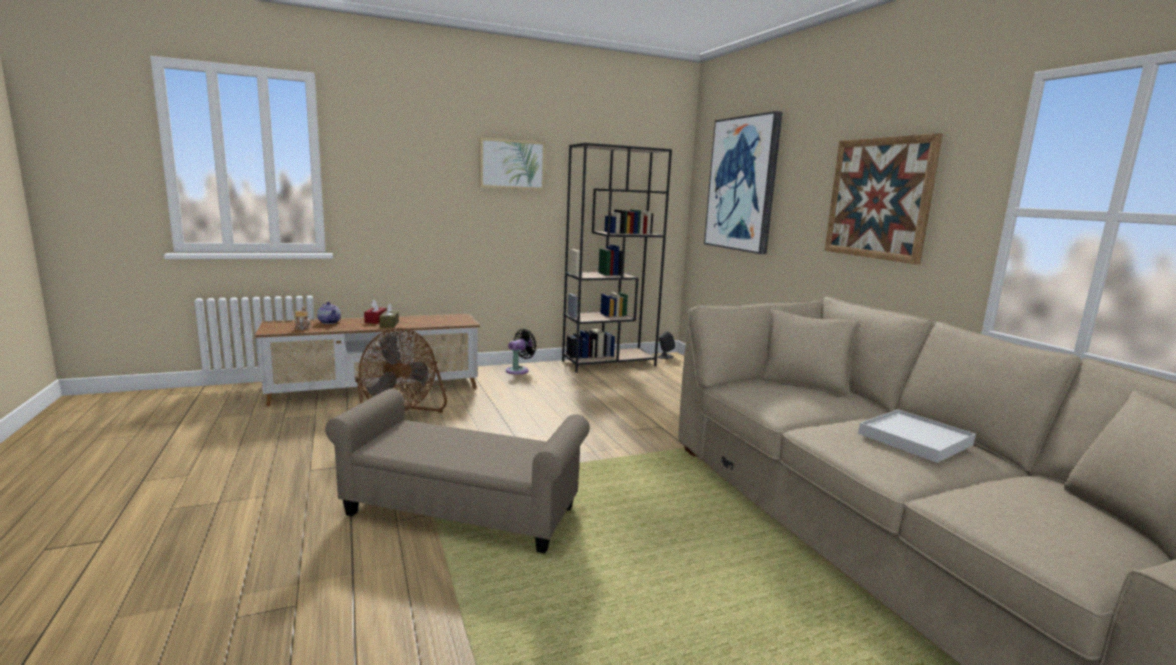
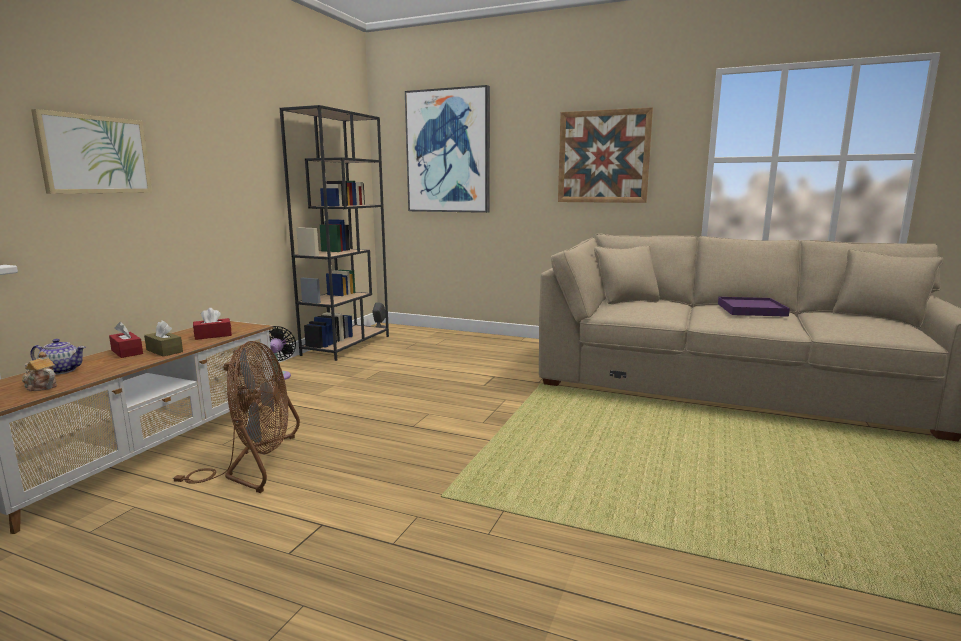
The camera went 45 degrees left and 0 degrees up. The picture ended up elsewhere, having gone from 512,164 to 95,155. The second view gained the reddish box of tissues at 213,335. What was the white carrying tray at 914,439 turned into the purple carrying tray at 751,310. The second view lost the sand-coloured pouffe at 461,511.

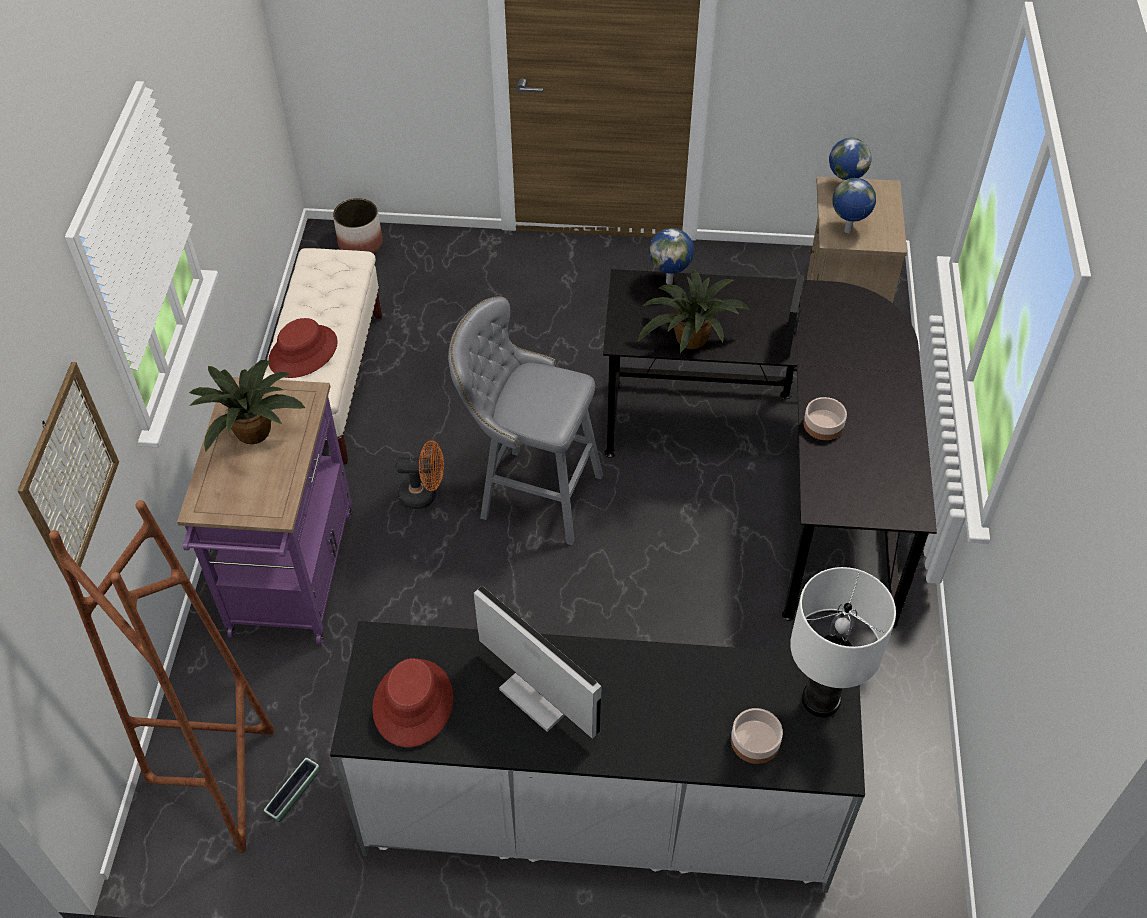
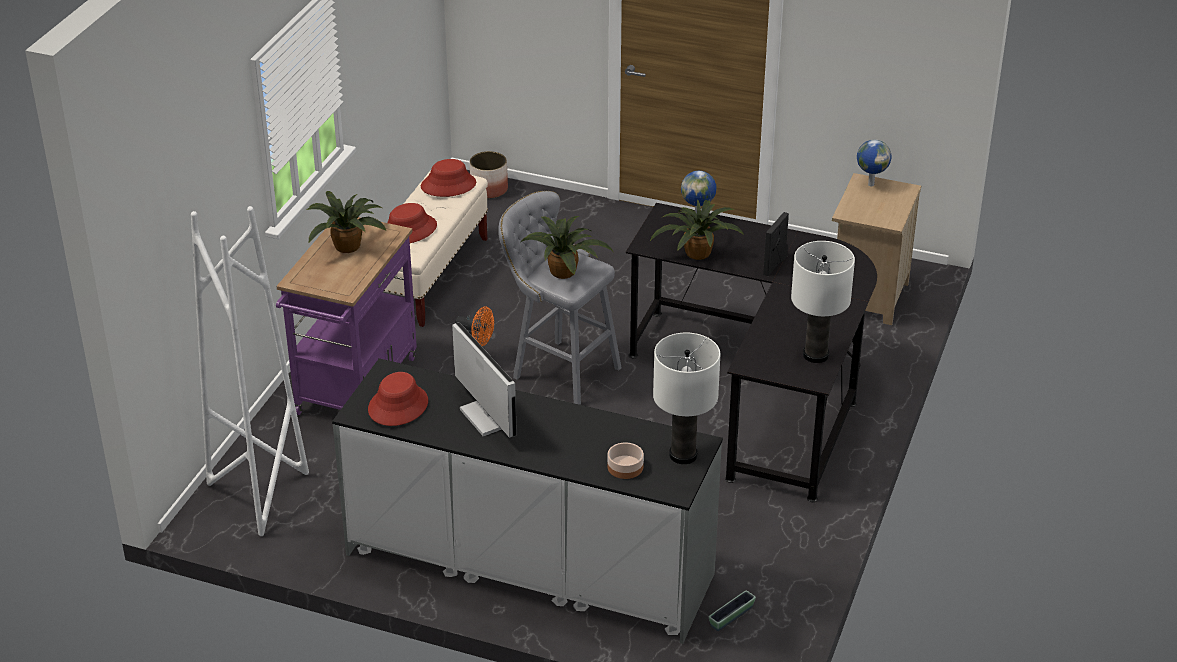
The camera went 15 degrees right and 15 degrees down. What was the brownish clothes rack at 221,786 turned into the white clothes rack at 259,497. The second view gained the reddish wearable hat at 448,185. The second view gained the houseplant at 565,271. The plant pot ended up elsewhere, having gone from 294,794 to 731,616. The second view gained the white lamp for a table at 815,355. The second view lost the picture at 68,473. The second view lost the bowl at 824,425. The second view lost the desk globe at 847,231.

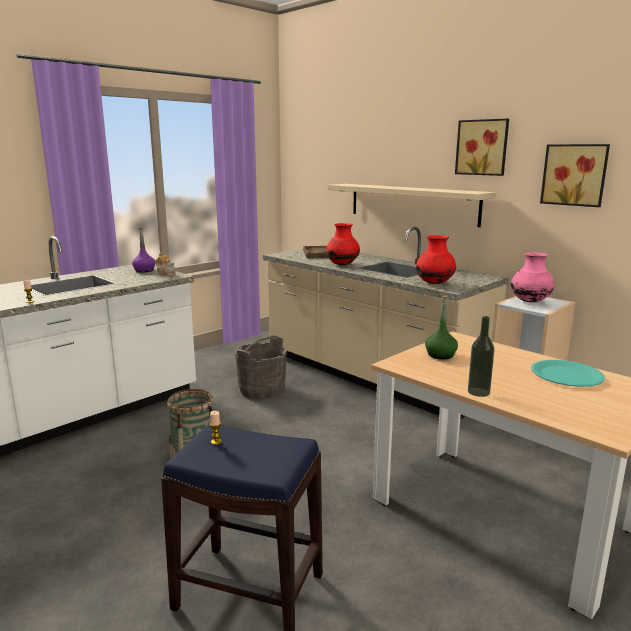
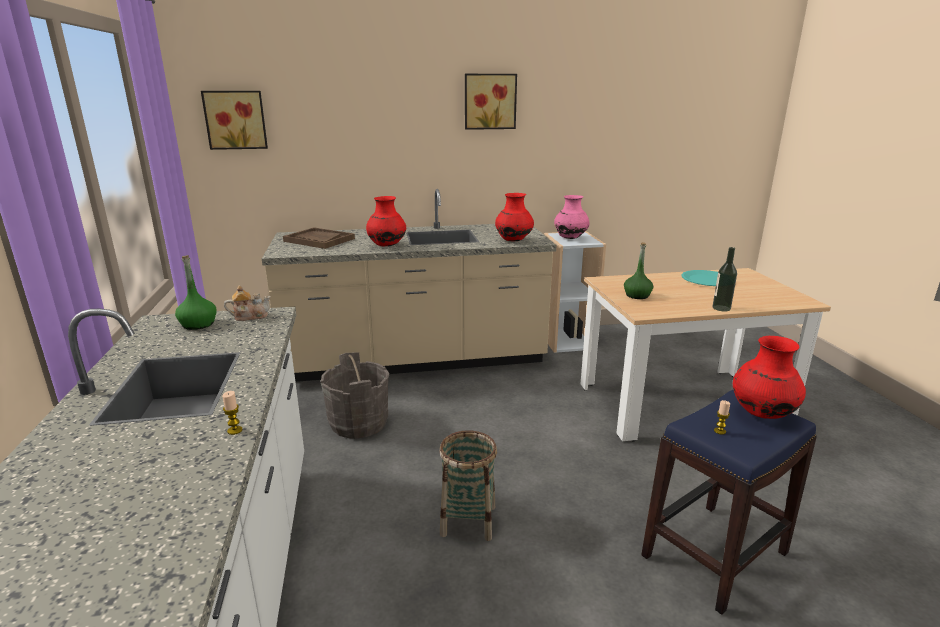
The camera went 55 degrees left and 5 degrees up. What was the purple drink bottle at 144,270 turned into the greenish drink bottle at 198,324. The picture ended up elsewhere, having gone from 575,175 to 236,120. The second view gained the reddish decorative vase at 762,413. The second view lost the sand-coloured bracket shelf at 412,203.

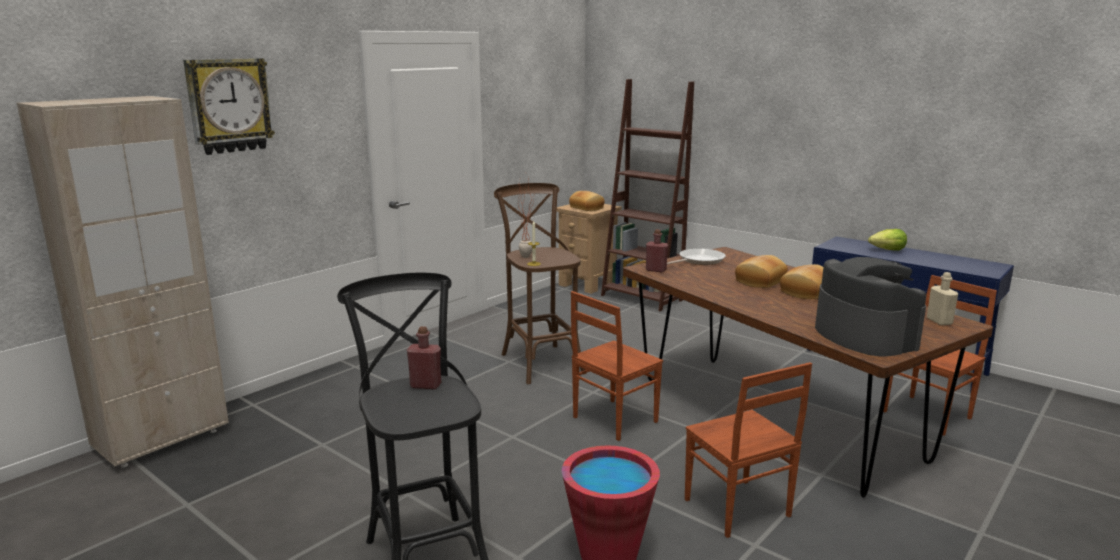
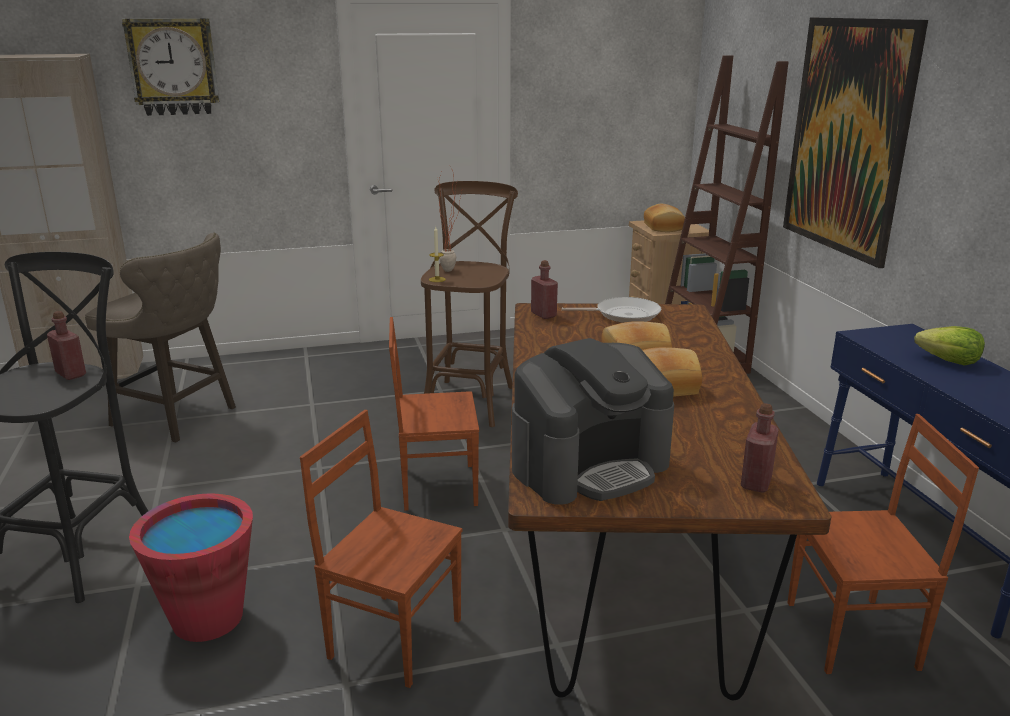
The camera went 35 degrees right and 5 degrees up. The second view gained the sand-coloured stool at 178,417. The brownish plain chair at 737,509 ended up facing another way, 105 degrees clockwise from before. The coffee brewer at 863,336 ended up facing another way, 45 degrees clockwise from before. What was the sand-coloured drink bottle at 939,321 turned into the reddish drink bottle at 756,482. The second view gained the picture at 848,137.

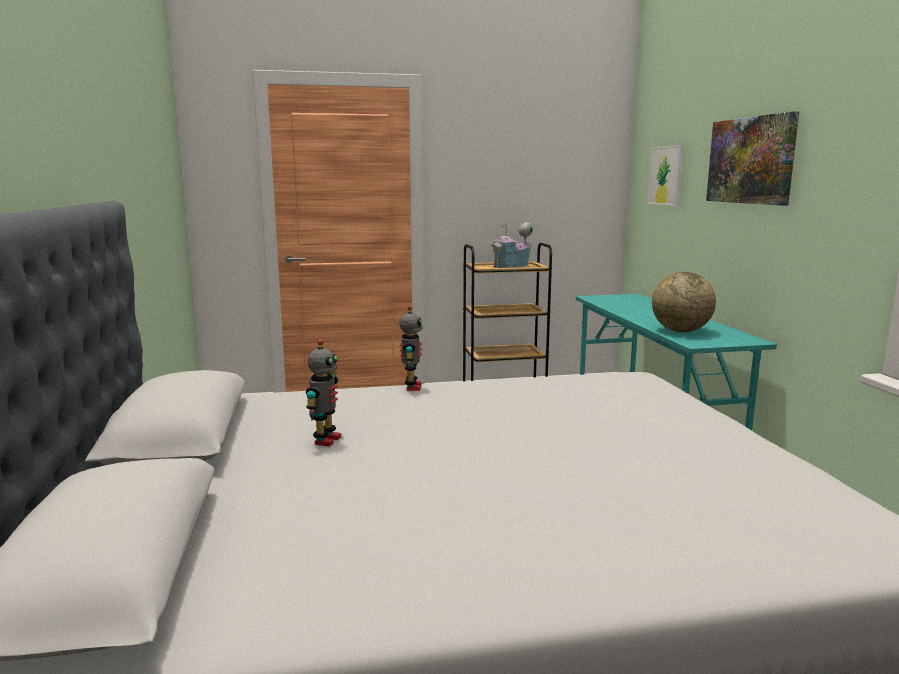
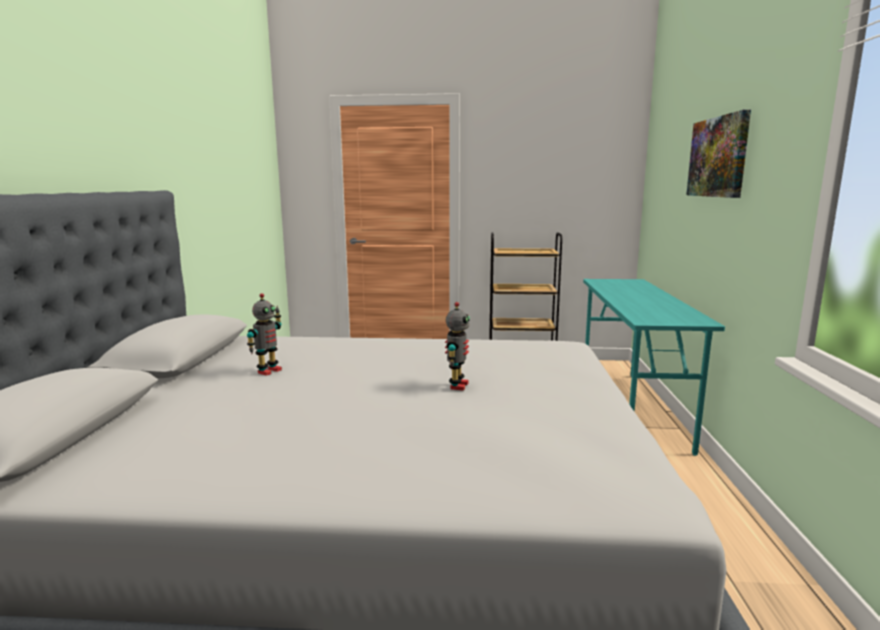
The camera went 15 degrees right and 0 degrees up. The model robot ended up elsewhere, having gone from 411,387 to 457,386. The second view lost the model house at 512,266. The second view lost the picture at 666,175. The second view lost the desk globe at 680,331.

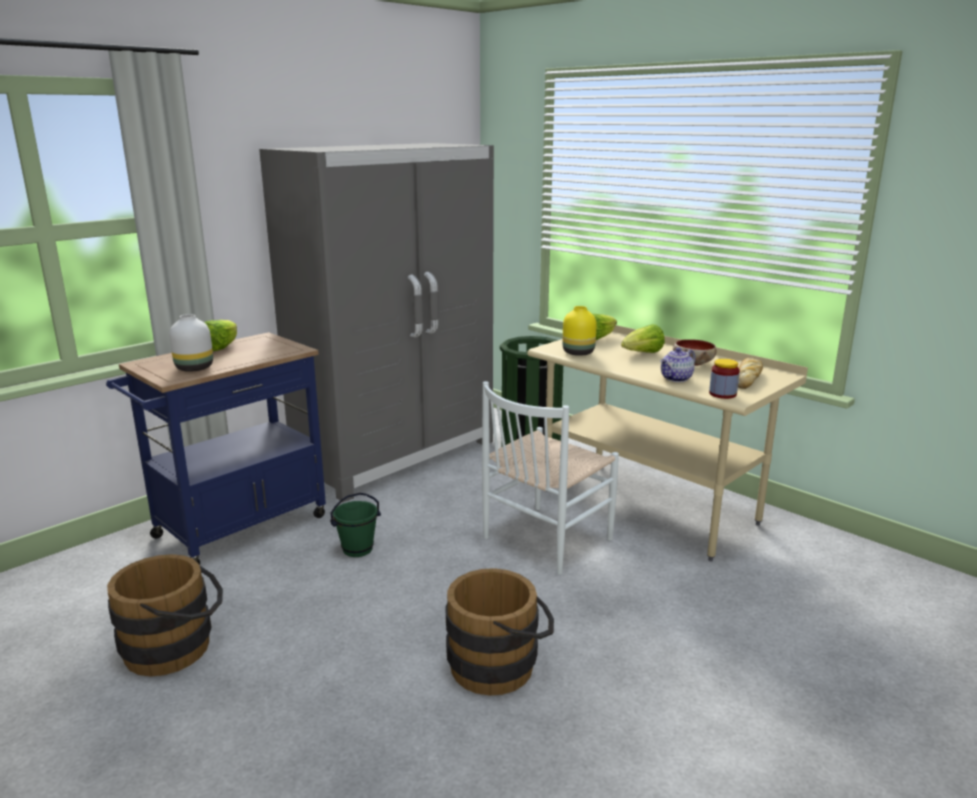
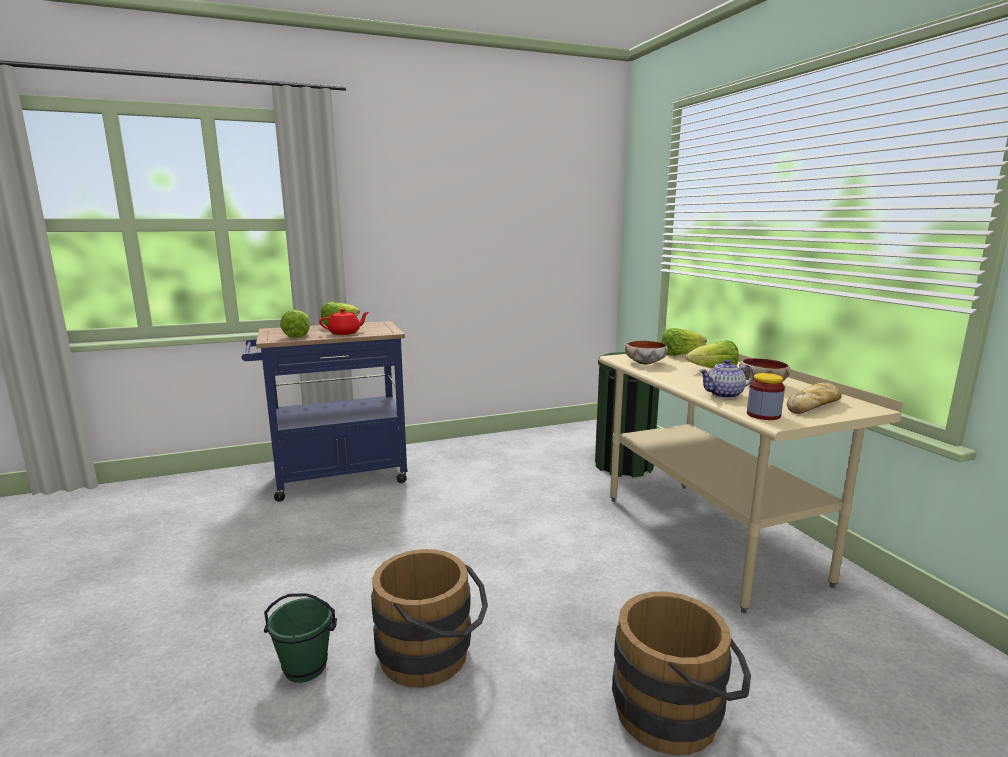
The camera went 25 degrees right and 5 degrees down. The greenish bucket ended up elsewhere, having gone from 357,549 to 305,667. Where the white decorative vase stood at 194,368, the lettuce head came to stand at 298,335. The second view gained the reddish teapot at 345,333. The brownish bucket ended up elsewhere, having gone from 176,647 to 676,713. Where the yellow-coloured decorative vase stood at 578,352, the bowl came to stand at 646,363. The second view lost the greyish cabinet at 399,456. The second view lost the white plain chair at 543,541.

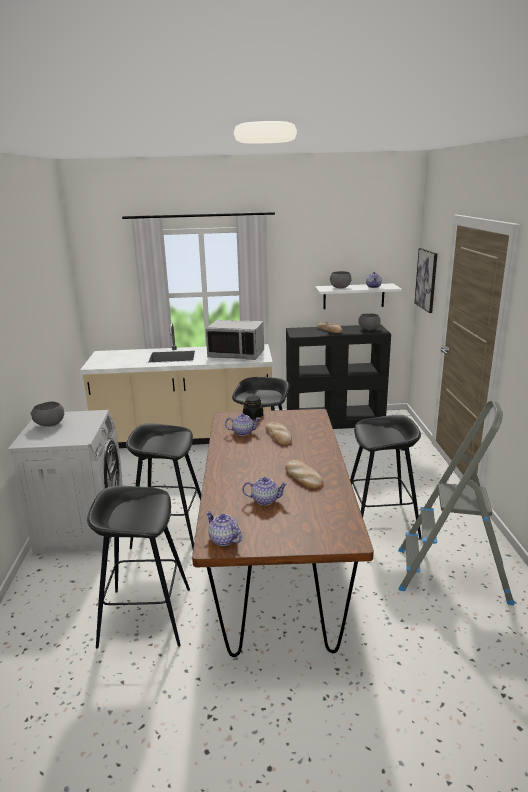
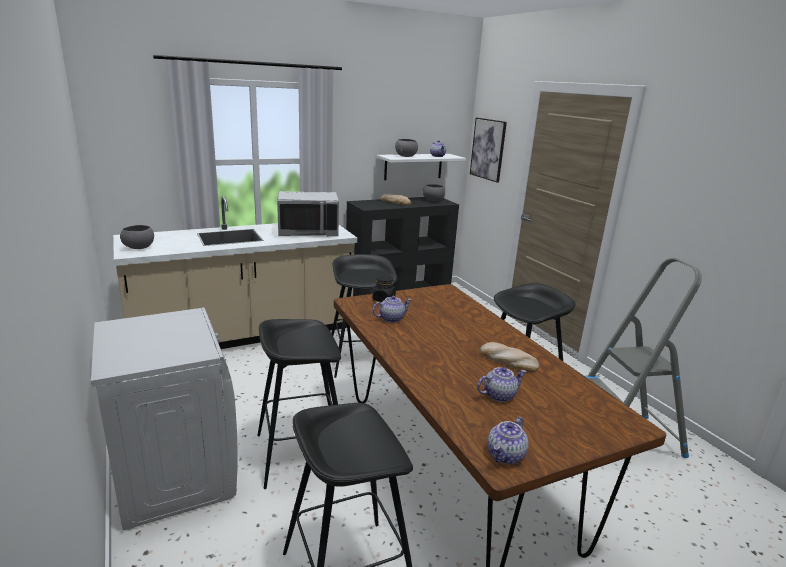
The camera went 25 degrees left and 0 degrees up. The greyish bowl ended up elsewhere, having gone from 49,425 to 138,248. The teapot at 223,540 ended up facing another way, 75 degrees counterclockwise from before. The second view lost the bread at 279,435.

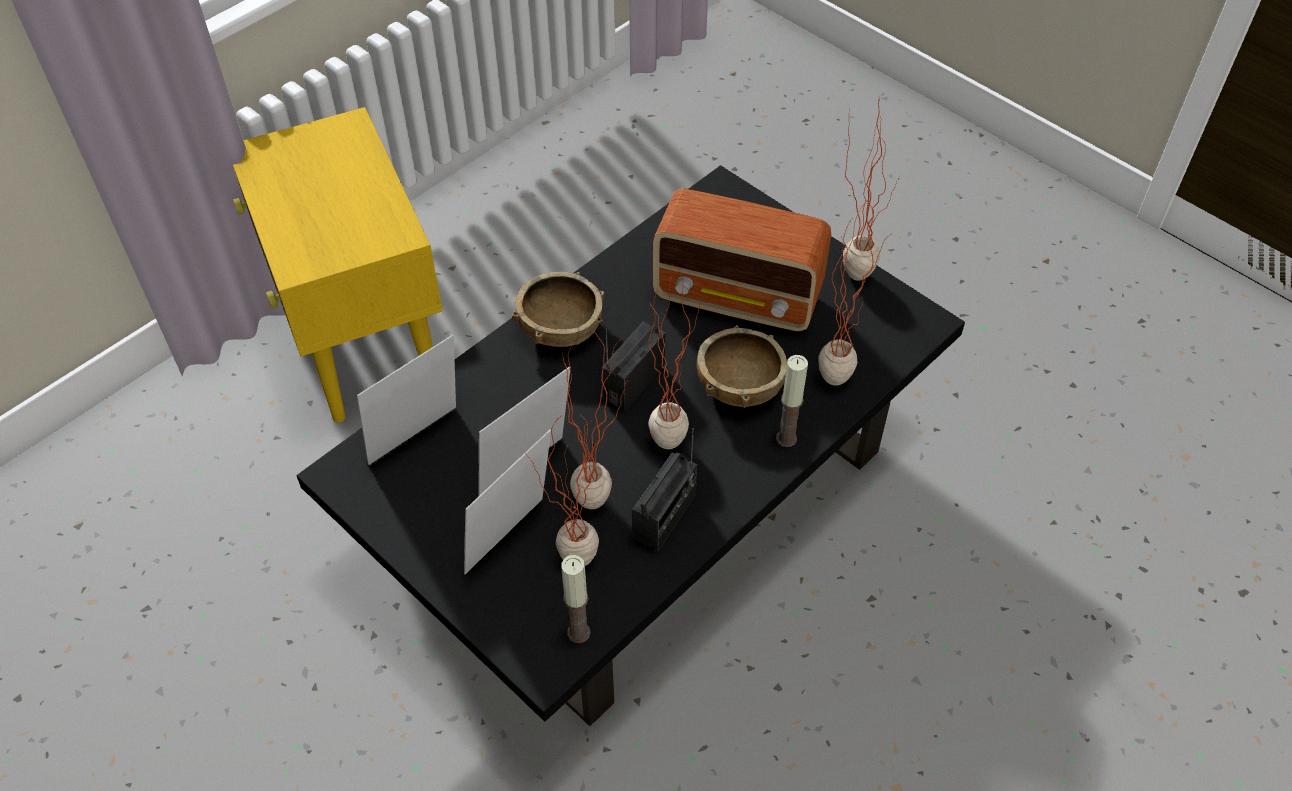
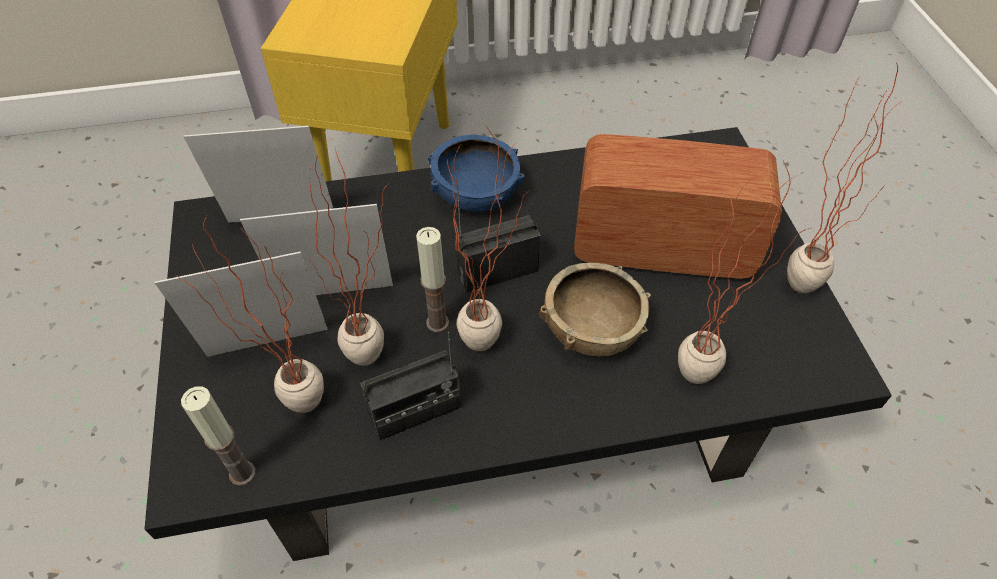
The camera went 35 degrees right and 0 degrees up. The candle ended up elsewhere, having gone from 786,438 to 437,323. What was the brownish bowl at 560,328 turned into the blue-coloured bowl at 475,193. The radio at 739,297 ended up facing another way, 135 degrees clockwise from before.

